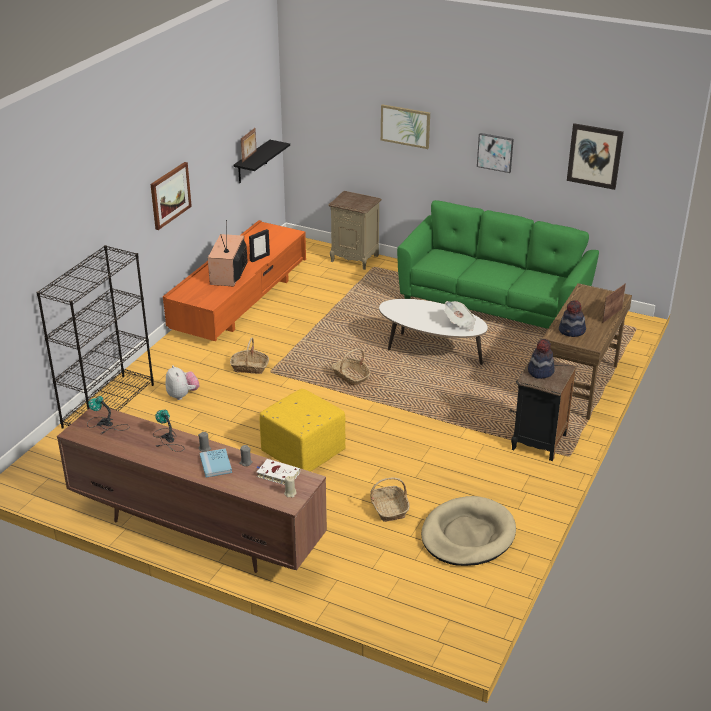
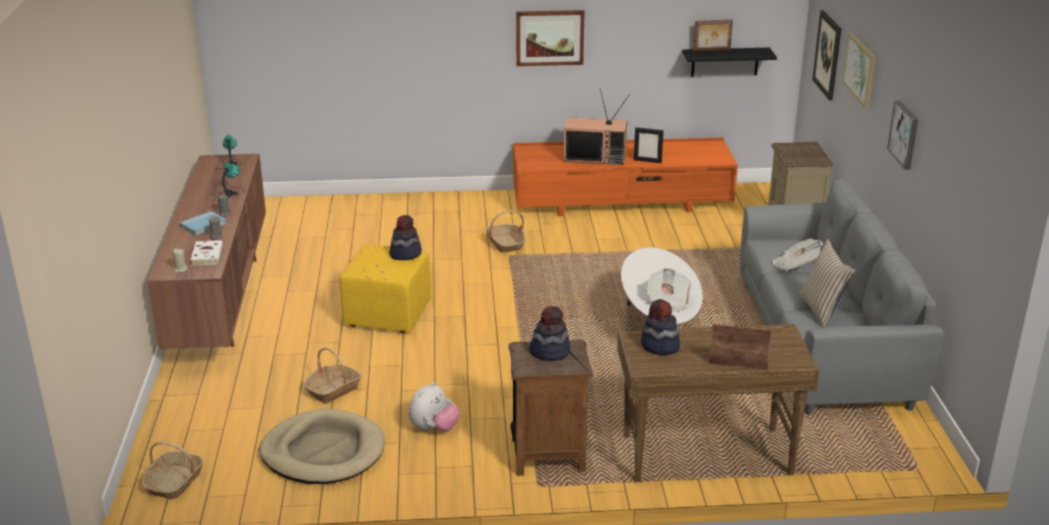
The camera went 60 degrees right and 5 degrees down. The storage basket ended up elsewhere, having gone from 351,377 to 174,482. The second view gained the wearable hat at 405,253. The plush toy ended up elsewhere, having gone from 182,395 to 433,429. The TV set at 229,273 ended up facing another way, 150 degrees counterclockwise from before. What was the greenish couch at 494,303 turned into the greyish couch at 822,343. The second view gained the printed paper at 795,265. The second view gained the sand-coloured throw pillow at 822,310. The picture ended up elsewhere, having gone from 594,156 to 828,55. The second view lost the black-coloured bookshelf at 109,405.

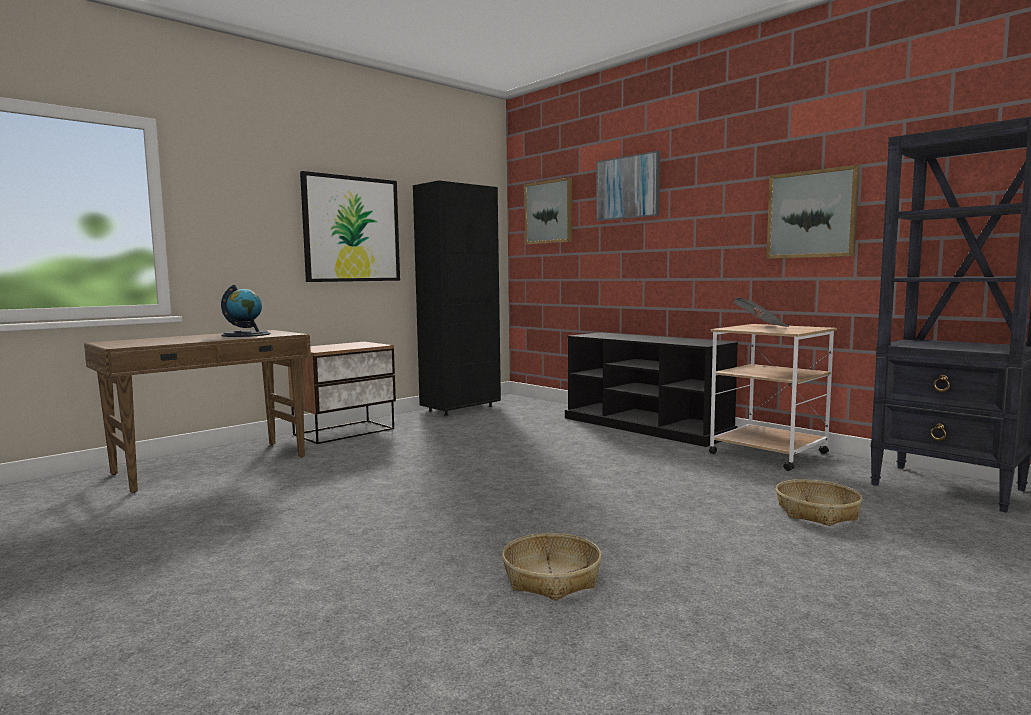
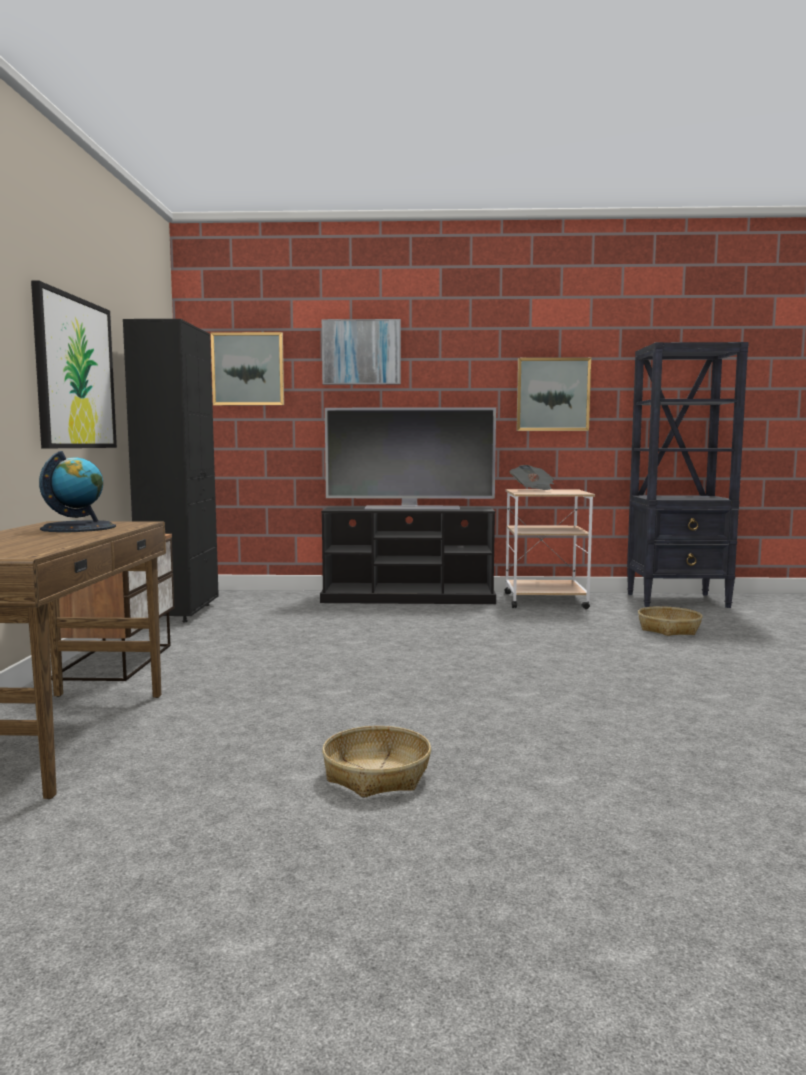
The camera went 45 degrees left and 0 degrees up. The storage basket ended up elsewhere, having gone from 551,578 to 376,774. The second view gained the TV set at 412,508.

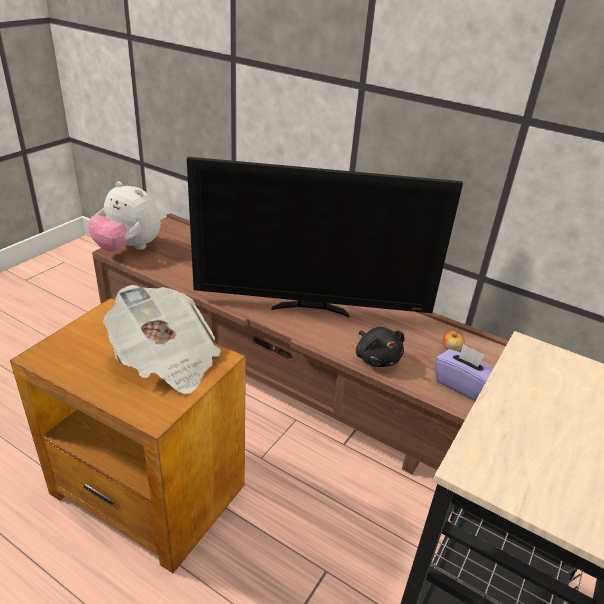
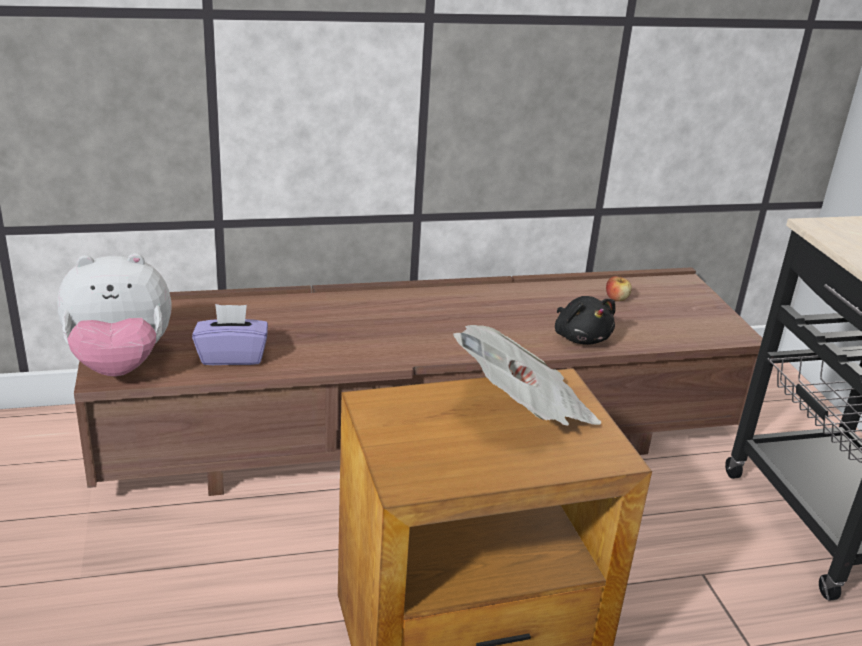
The camera went 45 degrees left and 5 degrees down. The purple box of tissues ended up elsewhere, having gone from 461,384 to 232,356. The black-coloured plush toy at 377,358 ended up facing another way, 45 degrees clockwise from before. The second view lost the TV set at 311,308.

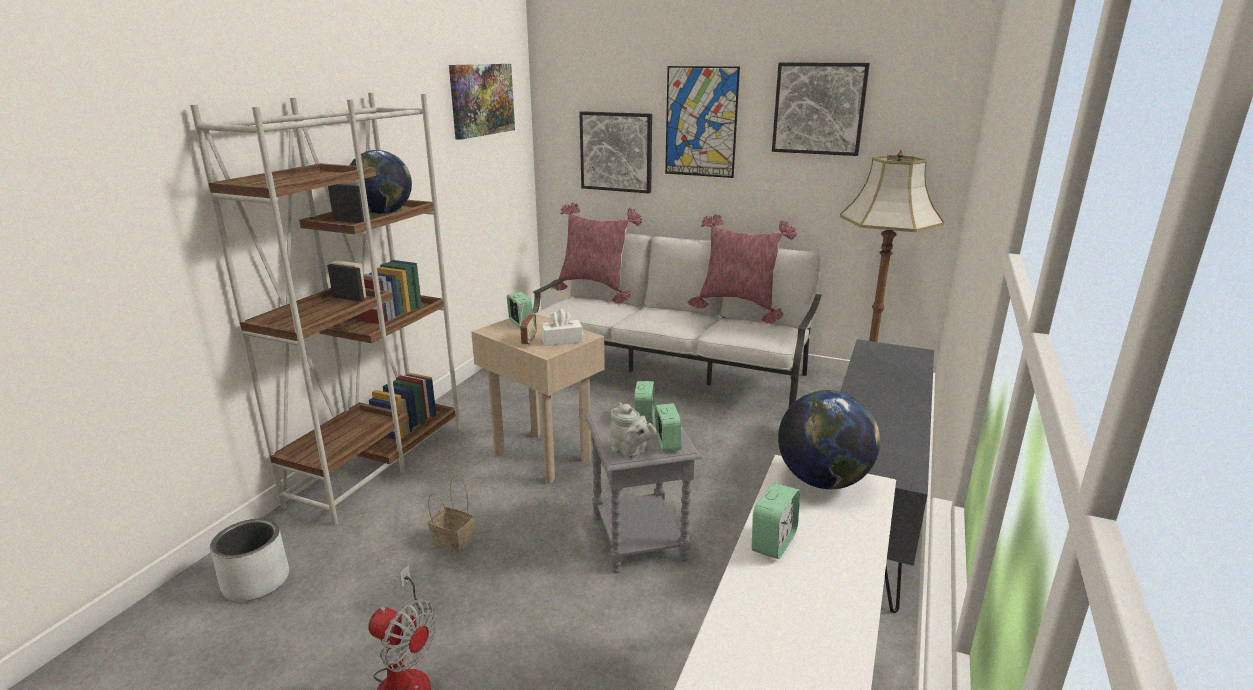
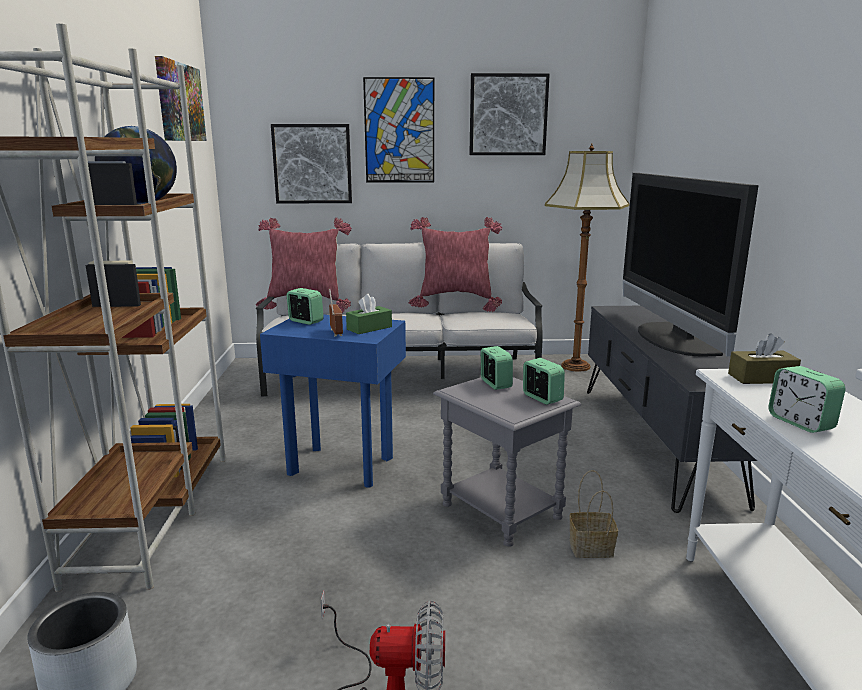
The camera went 25 degrees left and 5 degrees down. What was the sand-coloured end table at 543,456 turned into the blue-coloured end table at 341,465. What was the white box of tissues at 562,340 turned into the greenish box of tissues at 369,328. The storage basket ended up elsewhere, having gone from 452,541 to 589,548. The second view gained the TV set at 671,339. Where the desk globe stood at 823,481, the brownish box of tissues came to stand at 761,378. The bedside clock at 773,542 ended up facing another way, 150 degrees clockwise from before. The second view lost the greyish teapot at 631,452.

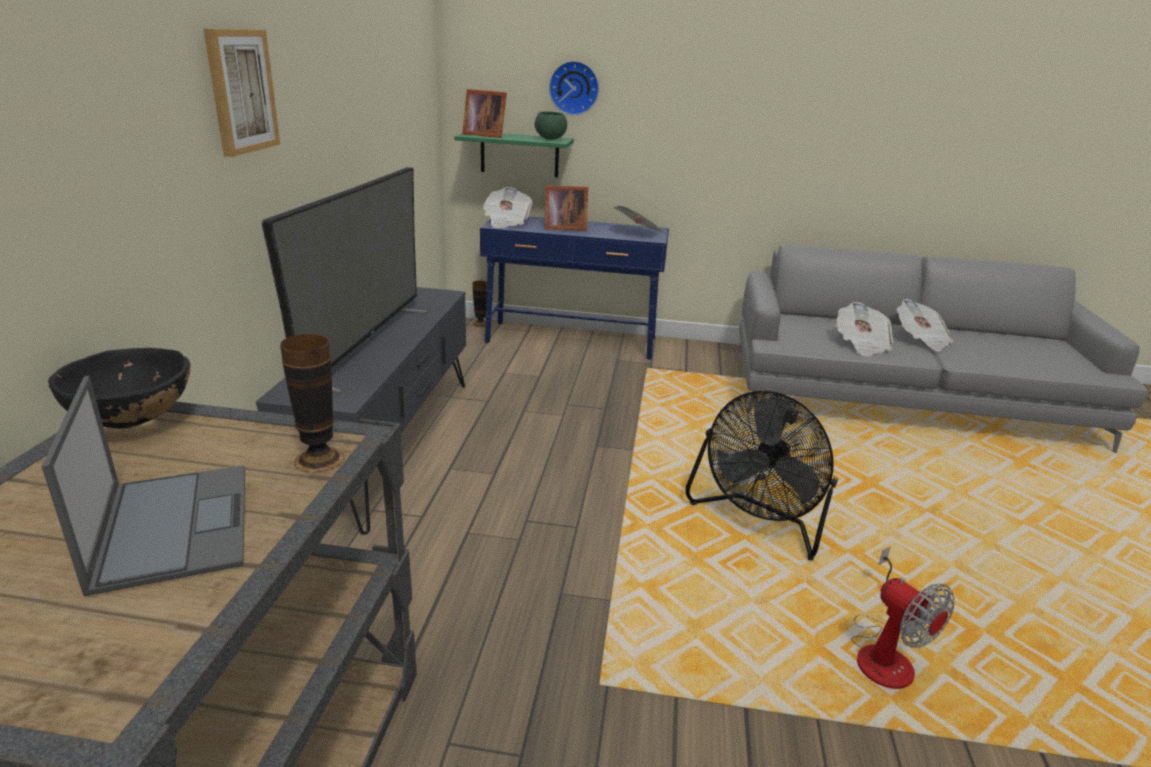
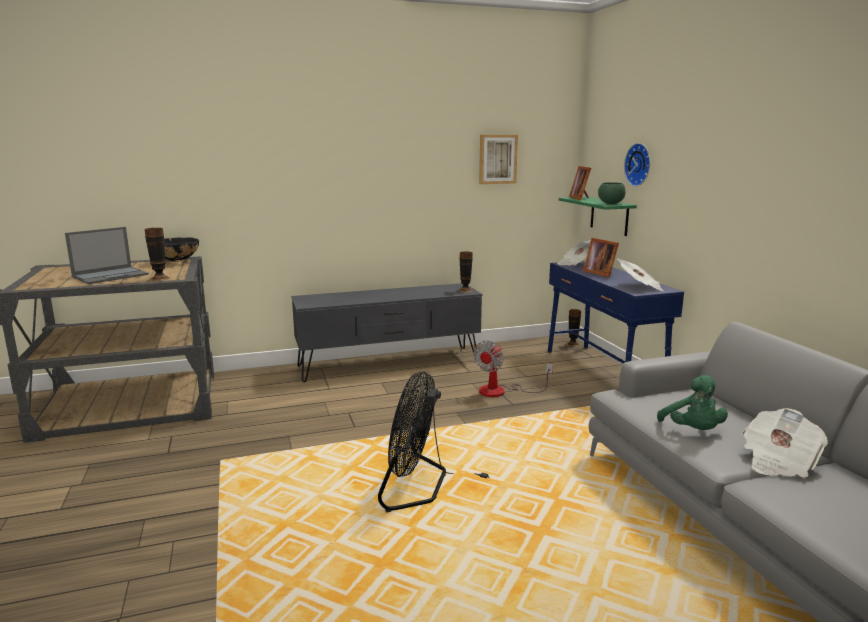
The camera went 65 degrees right and 10 degrees down. The second view gained the decorative vase at 465,290. The cooling fan ended up elsewhere, having gone from 883,653 to 501,391. The picture ended up elsewhere, having gone from 241,91 to 497,159. Where the printed paper stood at 861,344, the greenish plush toy came to stand at 692,431. The second view lost the TV set at 365,345.

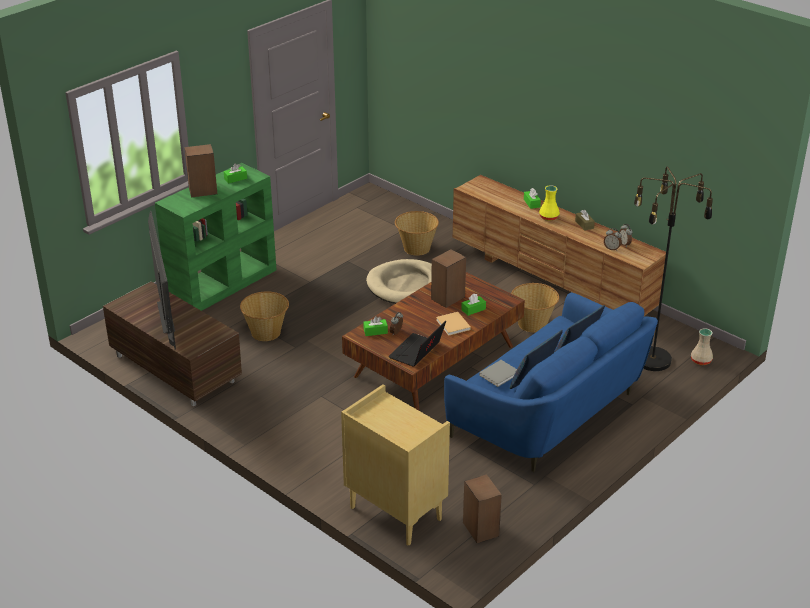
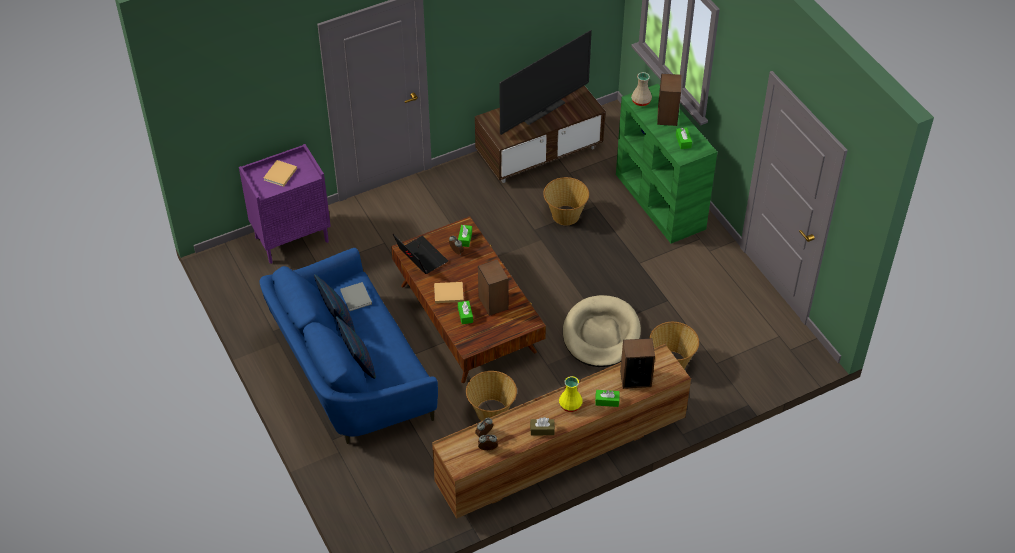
The camera went 110 degrees right and 15 degrees up. What was the sand-coloured cabinet at 395,513 turned into the purple cabinet at 292,239. The second view gained the sand-coloured bound book at 280,175. The TV set at 166,317 ended up facing another way, 45 degrees counterclockwise from before. The speaker ended up elsewhere, having gone from 480,529 to 635,378. The sand-coloured decorative vase ended up elsewhere, having gone from 701,361 to 640,101. The second view lost the standing lamp at 652,359.

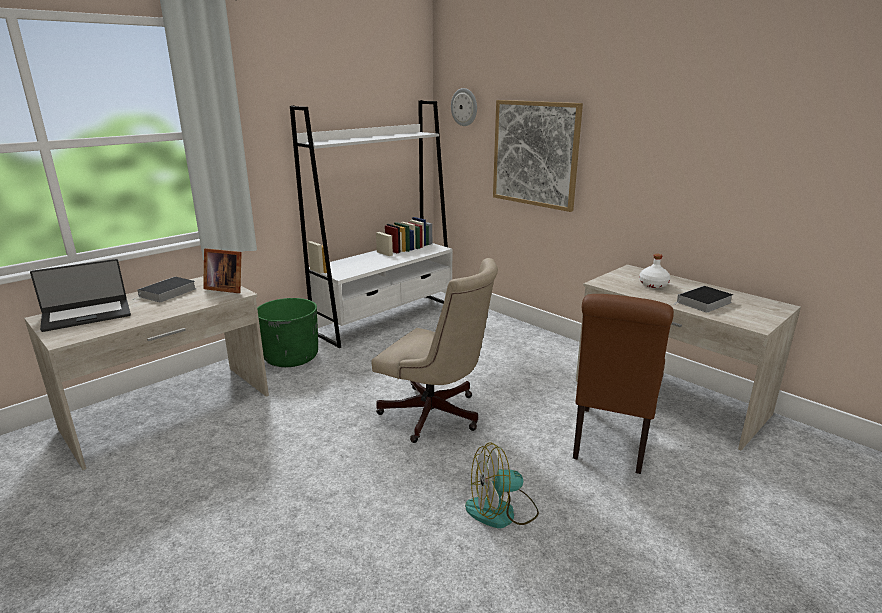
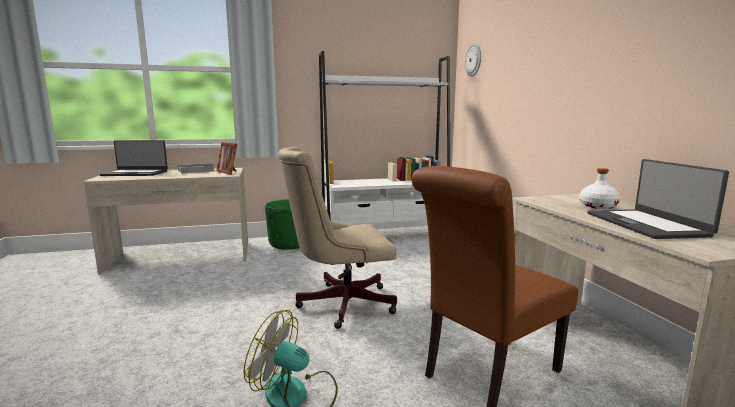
The camera went 30 degrees right and 10 degrees down. The sand-coloured desk chair at 436,416 ended up facing another way, 105 degrees clockwise from before. Where the bound book stood at 703,302, the laptop came to stand at 646,224. The second view lost the picture at 535,154.

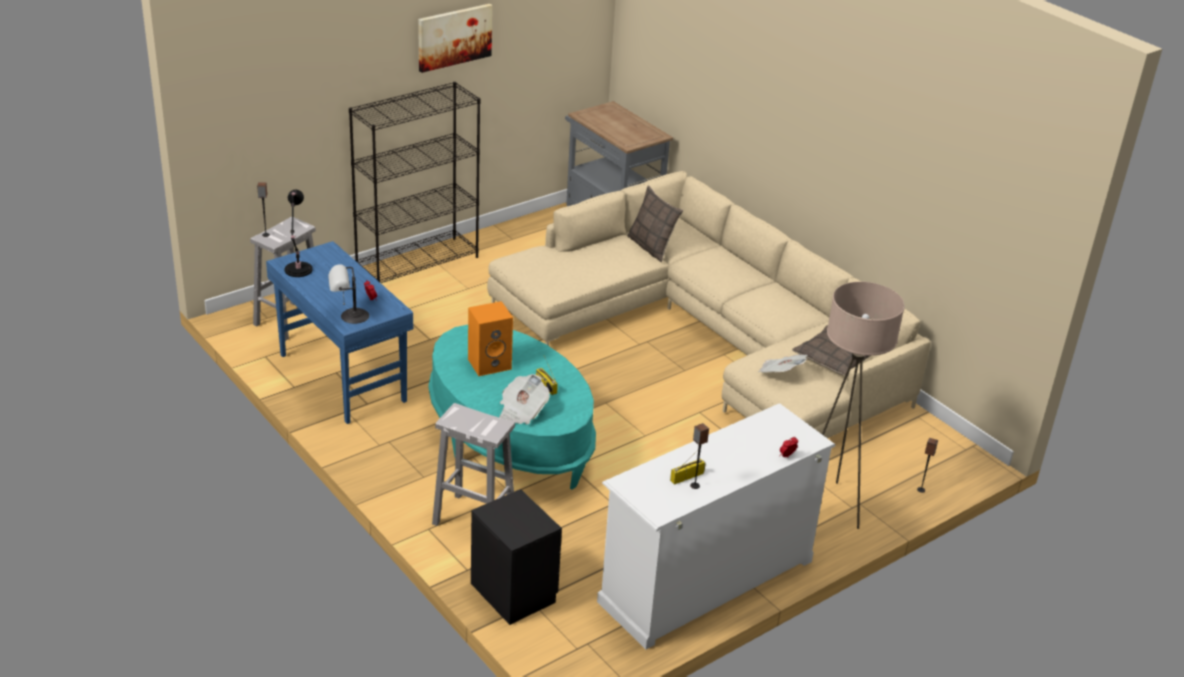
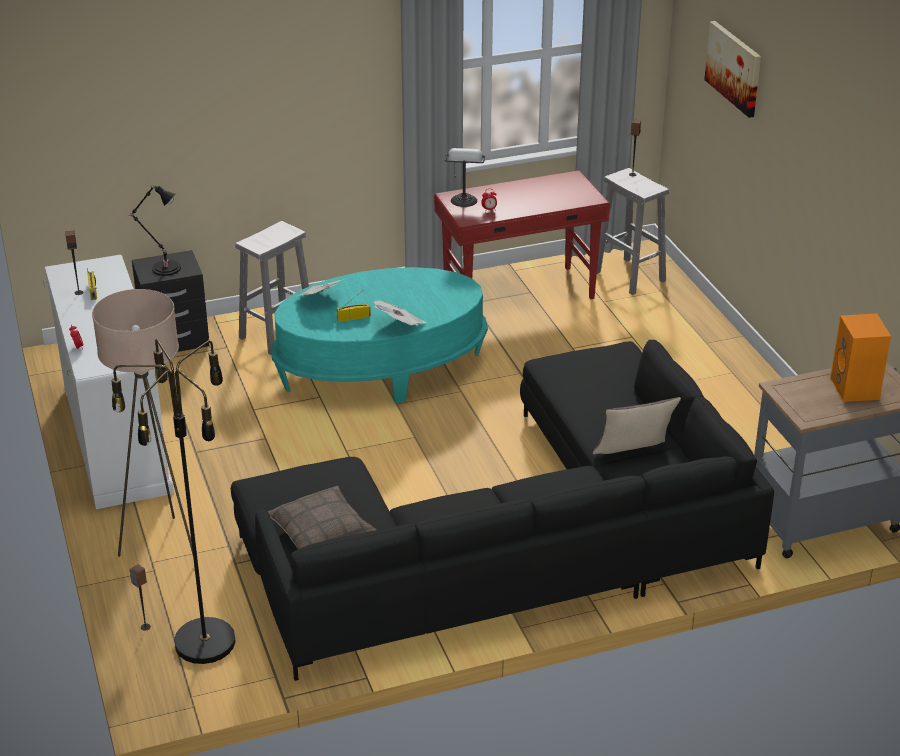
The camera went 110 degrees right and 0 degrees up. The second view gained the standing lamp at 203,642. The black-coloured lamp for a table ended up elsewhere, having gone from 298,271 to 164,268. What was the sand-coloured couch at 706,337 turned into the black-coloured couch at 516,540. The printed paper ended up elsewhere, having gone from 780,374 to 400,325. What was the blue-coloured console table at 341,378 turned into the reddish console table at 519,294. The picture ended up elsewhere, having gone from 454,37 to 734,68. The orangey speaker ended up elsewhere, having gone from 490,363 to 856,389. The second view lost the black-coloured bookshelf at 418,263.

